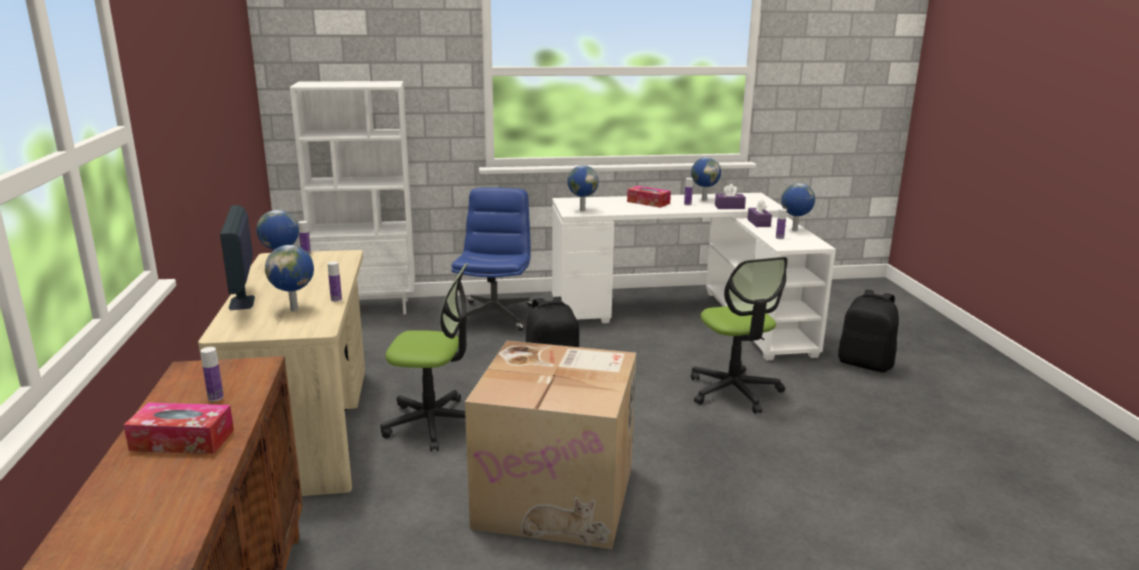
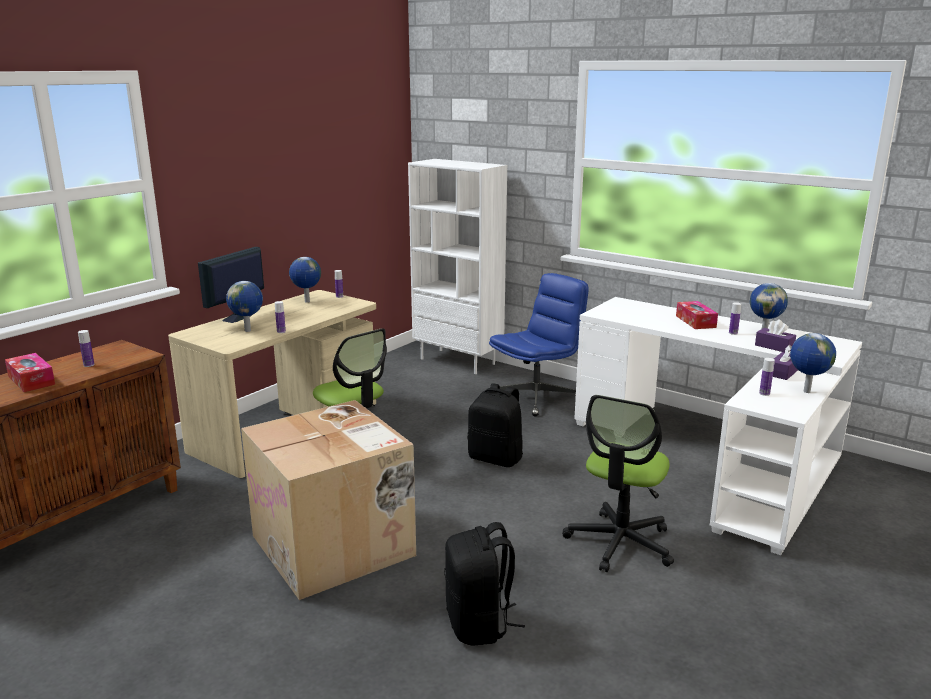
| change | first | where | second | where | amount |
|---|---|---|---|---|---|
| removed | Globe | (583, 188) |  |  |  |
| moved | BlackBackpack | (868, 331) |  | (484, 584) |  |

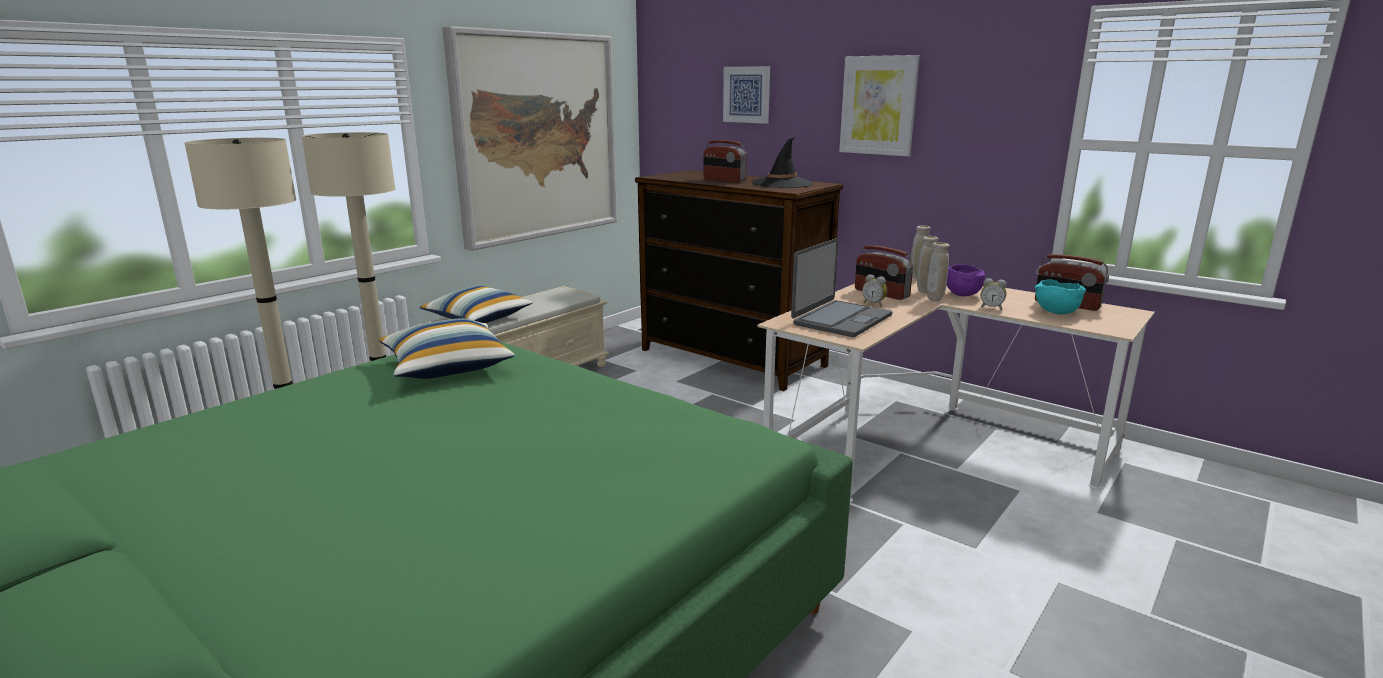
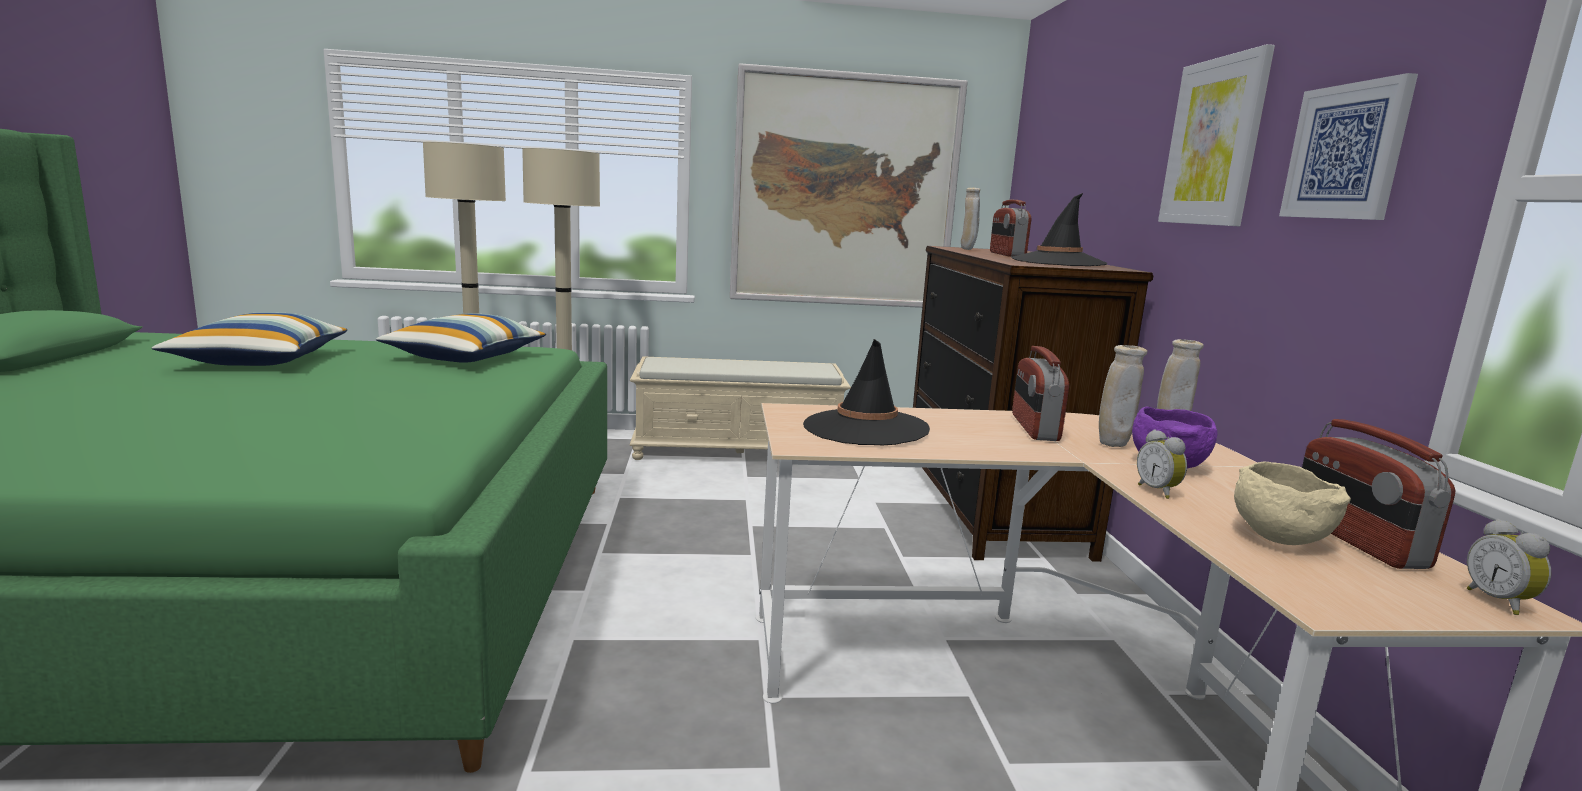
| change | first | where | second | where | amount |
|---|---|---|---|---|---|
| moved | Picture | (746, 95) |  | (1348, 146) |  |
| replaced | Laptop | (841, 287) | BlackHat | (866, 392) |  |
| moved | BeigeVase | (938, 271) |  | (970, 219) |  |
| moved | AlarmClock | (874, 290) |  | (1509, 567) |  |
| recoloured | TurquoiseBowl | (1060, 297) | BeigeBowl | (1292, 503) |  |
| moved | Pillow | (476, 304) |  | (249, 339) |  |

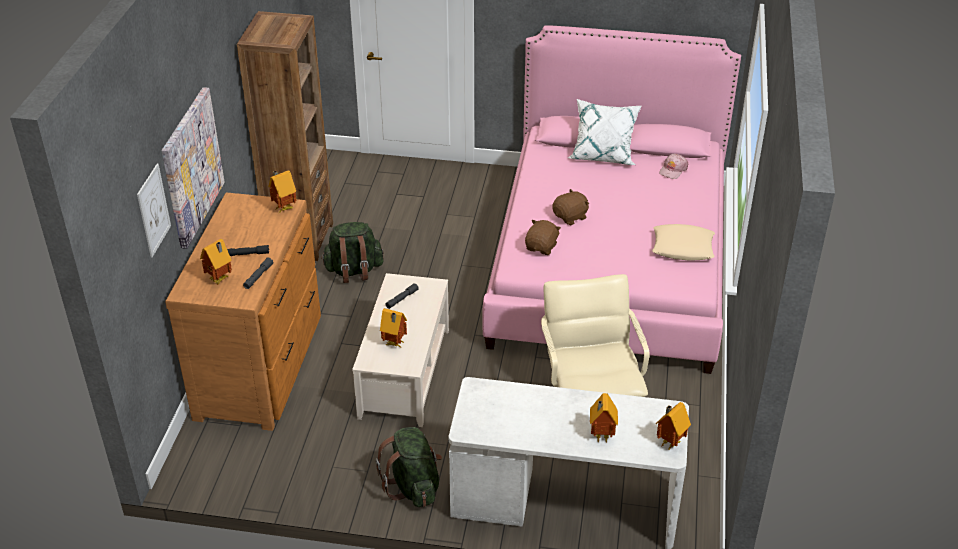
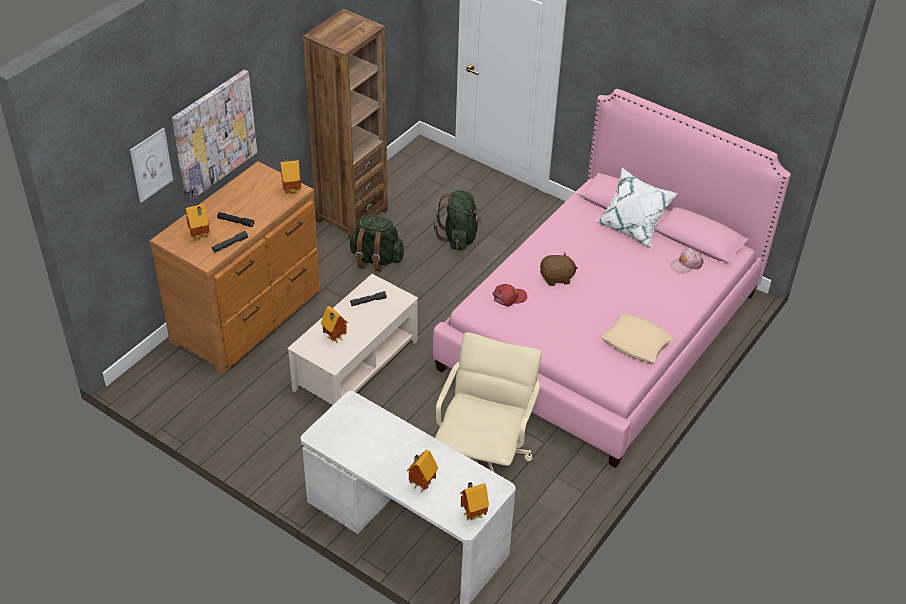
| change | first | where | second | where | amount |
|---|---|---|---|---|---|
| replaced | BrownPlushToy | (543, 237) | RedCap | (510, 295) |  |
| moved | GreenBackpack | (409, 467) |  | (458, 220) |  |

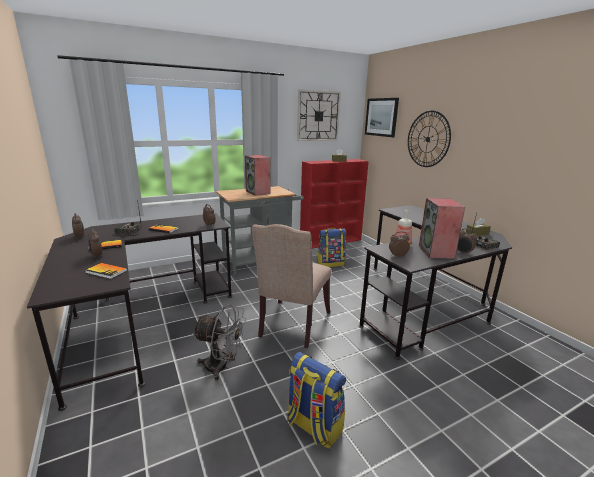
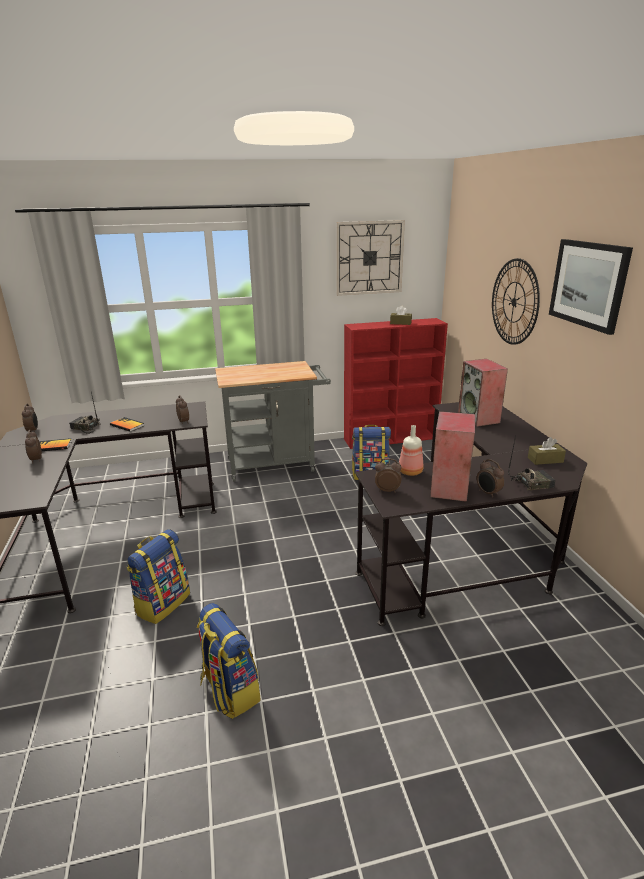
| change | first | where | second | where | amount |
|---|---|---|---|---|---|
| moved | Picture | (382, 117) |  | (591, 287) |  |
| moved | Speaker | (258, 175) |  | (483, 393) |  |
| removed | BeigeChair | (291, 286) |  |  |  |
| removed | Book | (106, 271) |  |  |  |
| replaced | GreyFan | (219, 343) | Backpack | (158, 576) |  |

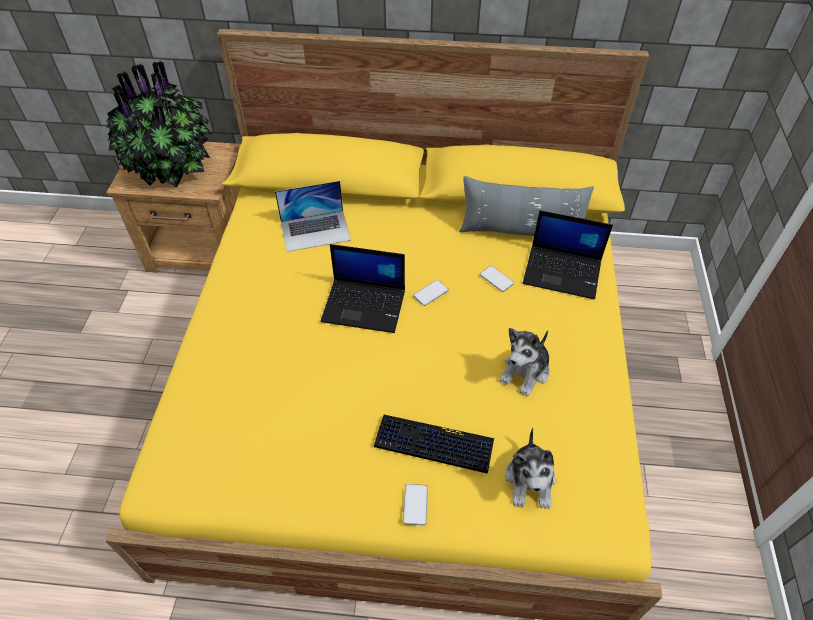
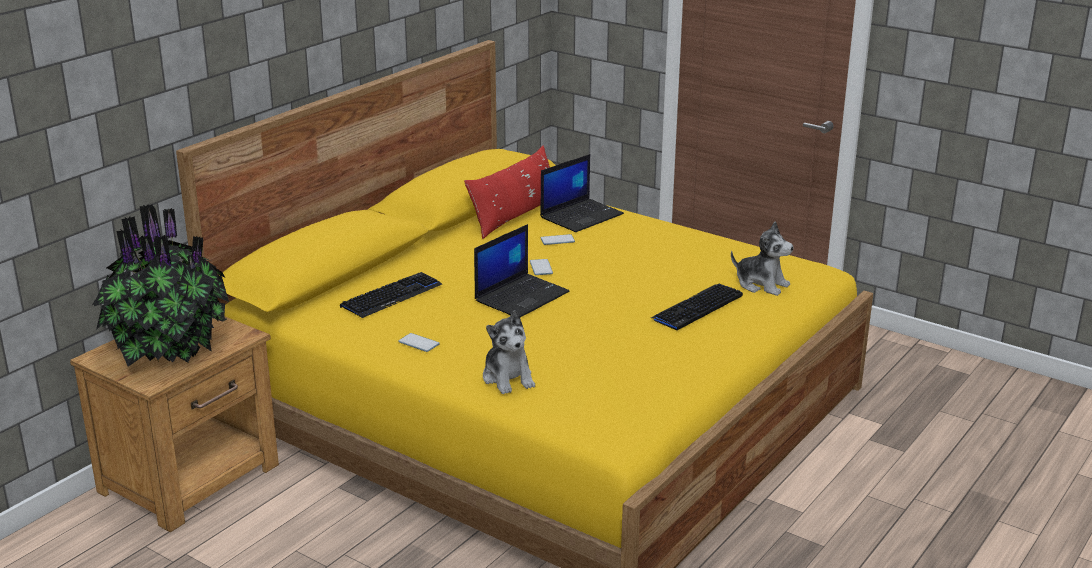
| change | first | where | second | where | amount |
|---|---|---|---|---|---|
| recoloured | GreyPillow | (526, 206) | RedPillow | (507, 192) |  |
| replaced | Laptop | (313, 216) | Keyboard | (391, 295) |  |
| moved | PlushToy | (524, 362) |  | (509, 352) |  |
| moved | Phone | (415, 504) |  | (419, 342) |  |

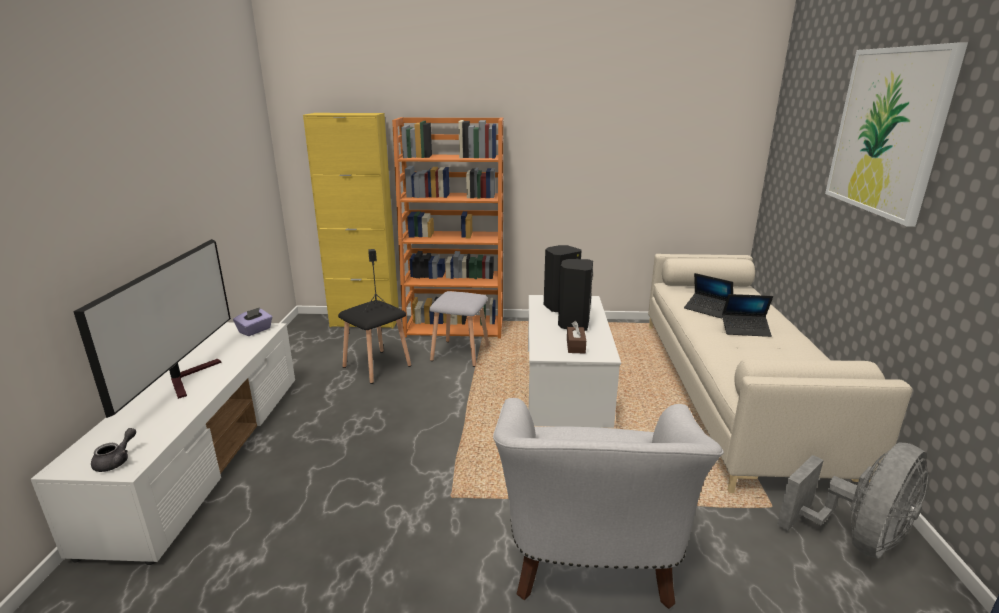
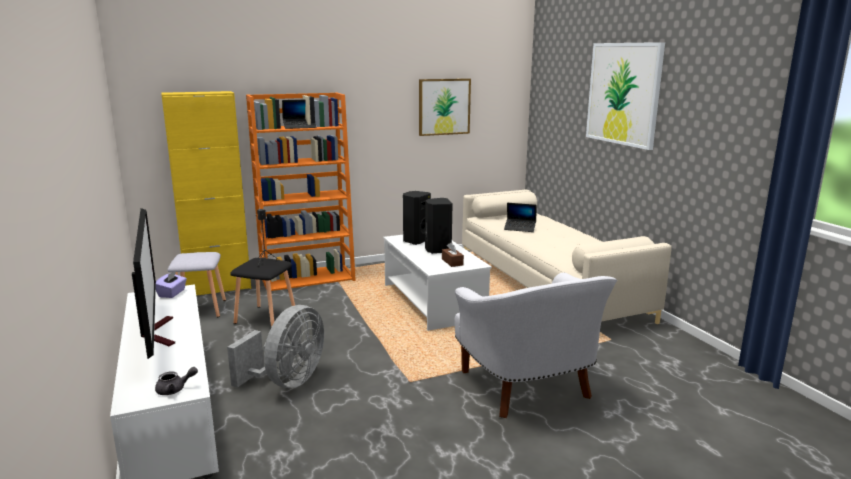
| change | first | where | second | where | amount |
|---|---|---|---|---|---|
| moved | GreyStool | (459, 329) |  | (197, 284) |  |
| moved | Laptop | (747, 315) |  | (299, 114) |  |
| turned | GreyTeapot | (113, 450) |  | (176, 381) | 75 degrees clockwise |
| moved | GreyFan | (852, 501) |  | (275, 346) |  |
| added |  |  | Picture | (445, 107) |  |

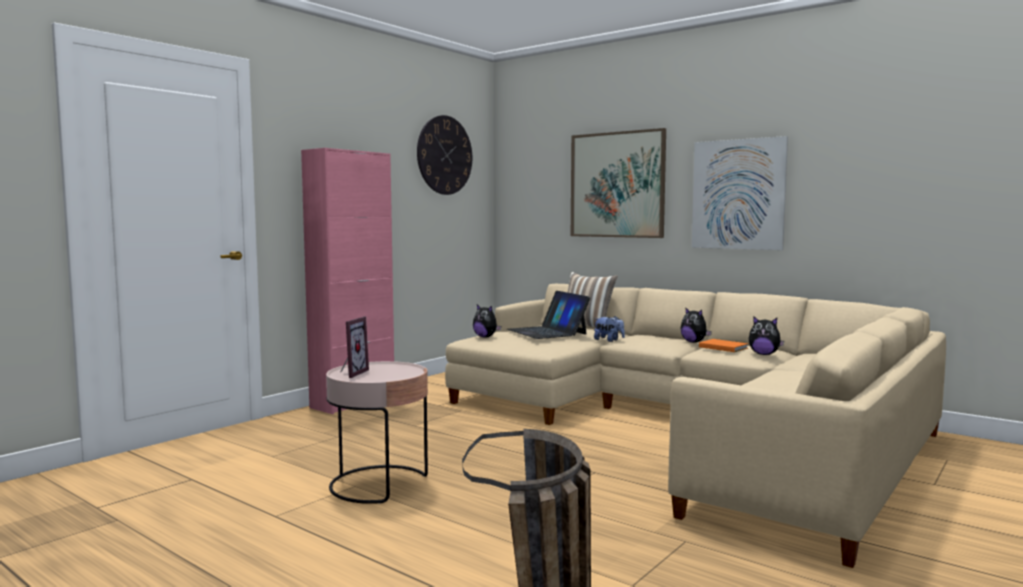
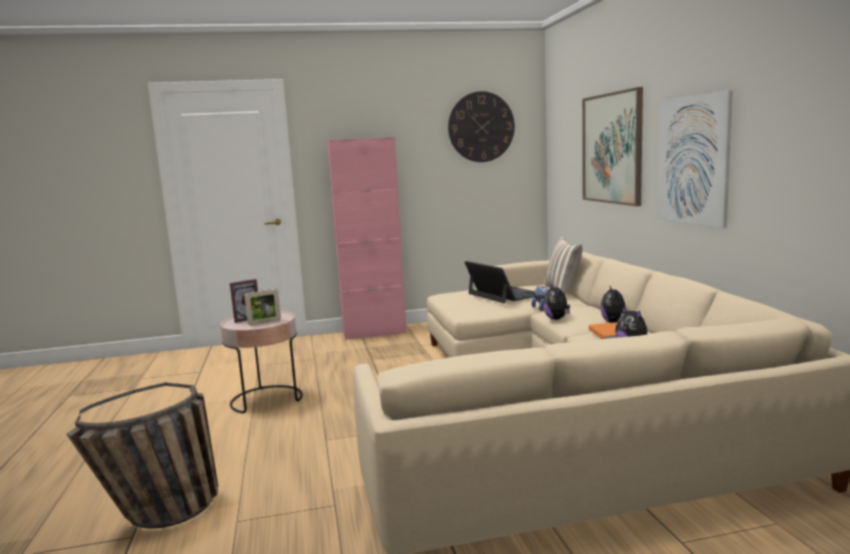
| change | first | where | second | where | amount |
|---|---|---|---|---|---|
| turned | Laptop | (548, 315) |  | (499, 282) | 135 degrees clockwise |
| moved | PlushToy | (487, 321) |  | (556, 302) |  |
| added |  |  | PictureFrame | (263, 307) |  |

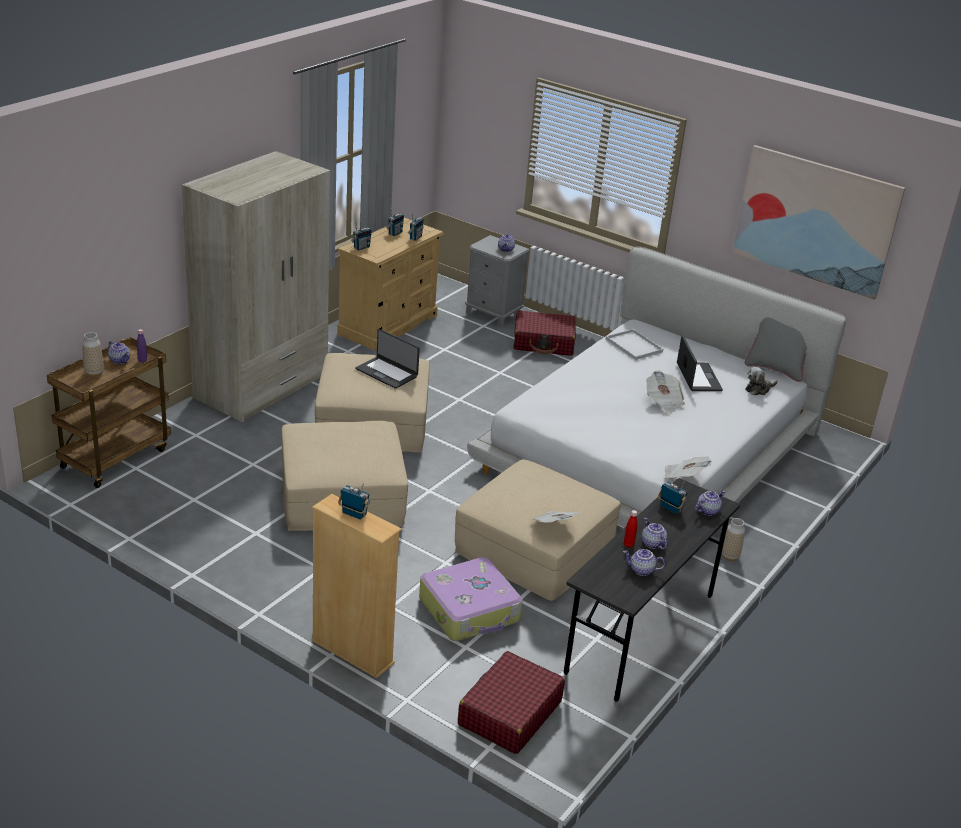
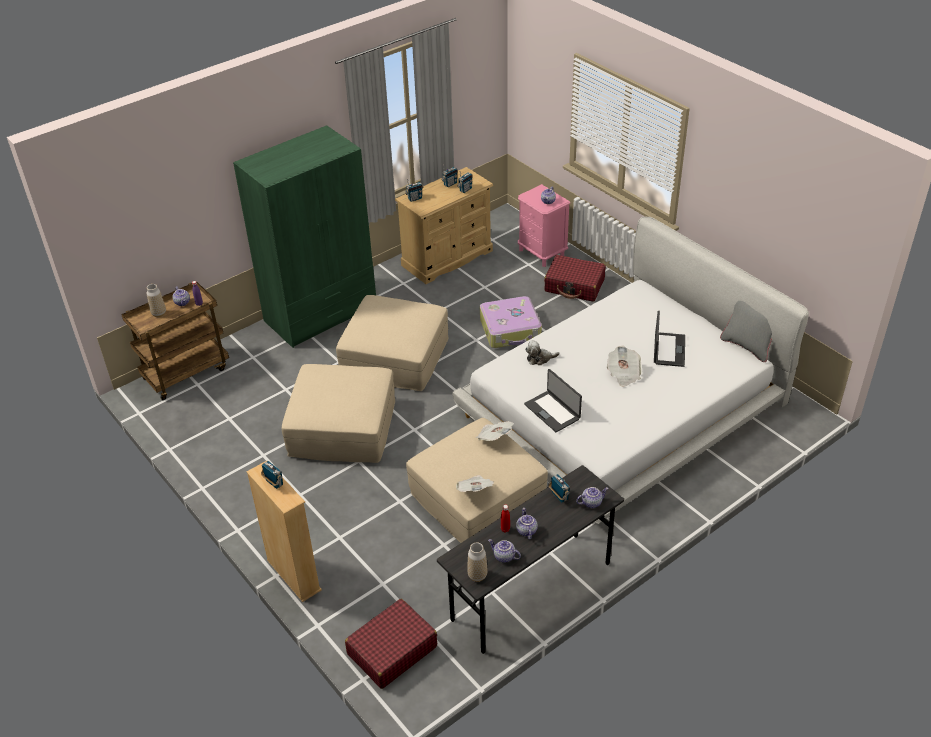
| change | first | where | second | where | amount |
|---|---|---|---|---|---|
| removed | Picture | (819, 222) |  |  |  |
| recoloured | BeigeWardrobe | (256, 286) | GreenWardrobe | (304, 236) |  |
| recoloured | GreyNightstand | (497, 281) | PinkNightstand | (544, 225) |  |
| moved | Laptop | (388, 359) |  | (553, 400) |  |
| removed | WhiteTray | (634, 344) |  |  |  |
| moved | PlushToy | (761, 381) |  | (542, 352) |  |
| moved | Newspaper | (688, 467) |  | (495, 431) |  |
| moved | Vase | (733, 539) |  | (477, 562) |  |
| moved | Suitcase | (471, 599) |  | (511, 322) |  |

